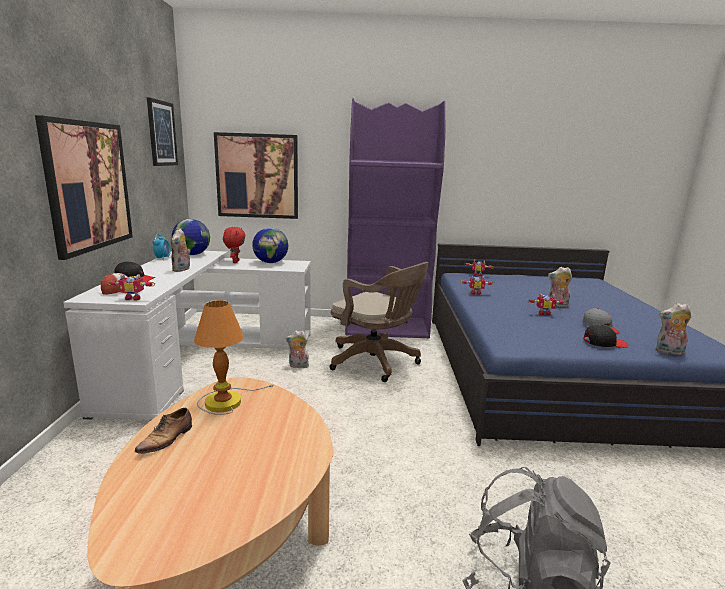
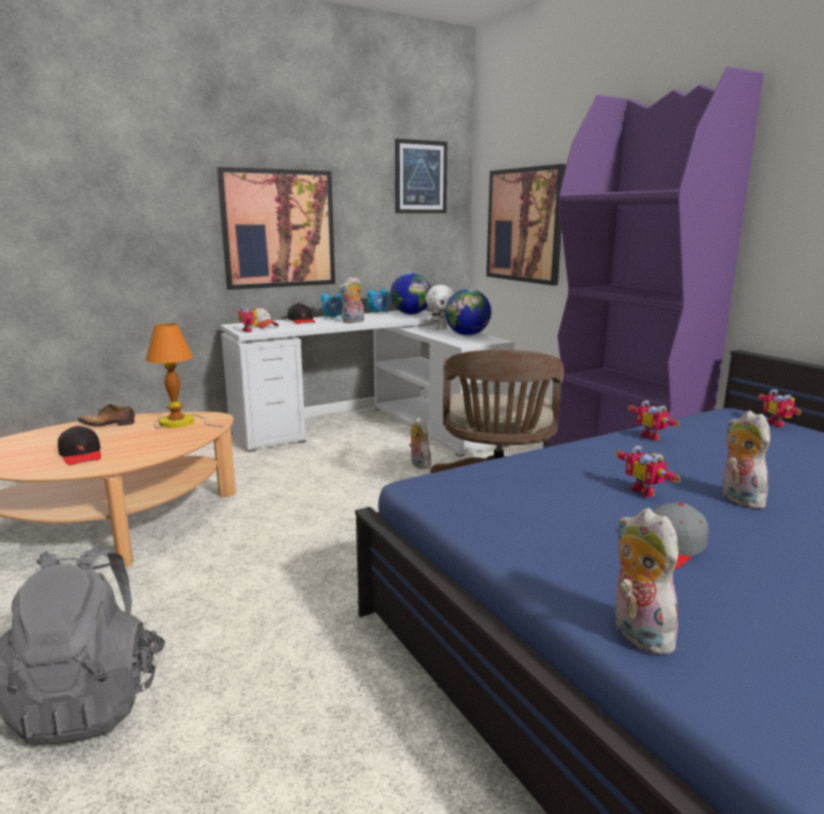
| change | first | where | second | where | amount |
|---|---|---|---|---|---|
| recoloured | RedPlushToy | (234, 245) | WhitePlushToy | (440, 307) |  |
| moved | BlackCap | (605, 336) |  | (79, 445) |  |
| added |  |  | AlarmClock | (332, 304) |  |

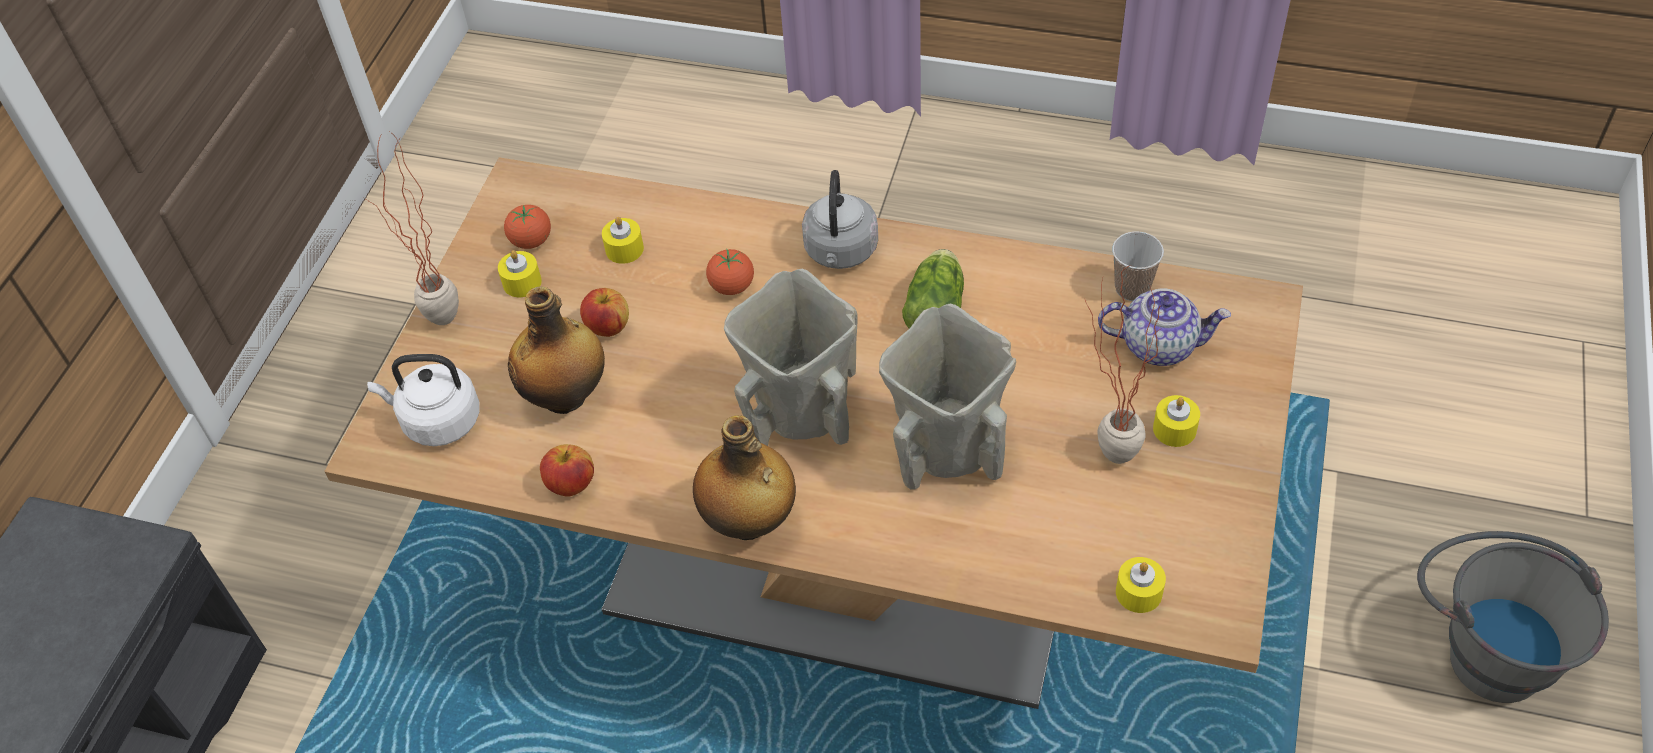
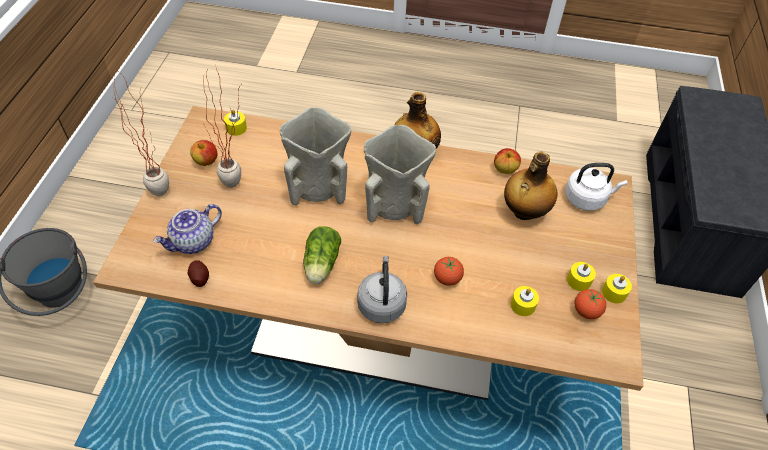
| change | first | where | second | where | amount |
|---|---|---|---|---|---|
| moved | PottedPlant | (411, 228) |  | (141, 134) |  |
| replaced | Cup | (1138, 266) | Potato | (198, 273) |  |
| moved | Apple | (604, 312) |  | (203, 153) |  |
| turned | Teapot | (1164, 327) |  | (187, 229) | 45 degrees counterclockwise |
| moved | YellowCandle | (1176, 421) |  | (617, 288) |  |

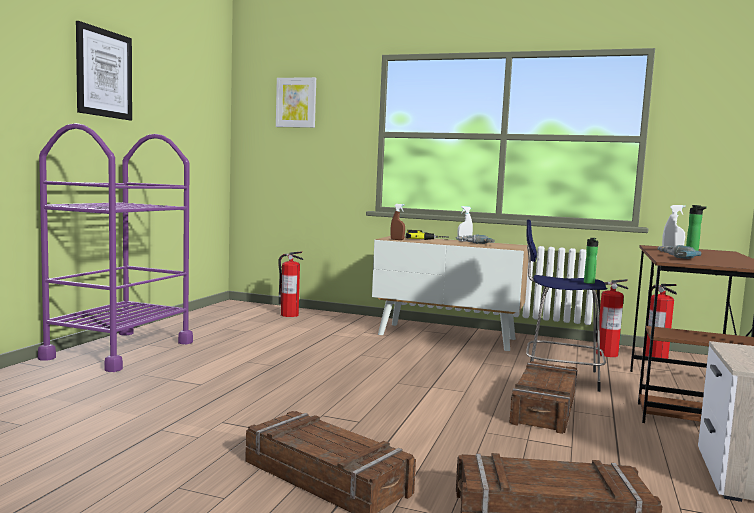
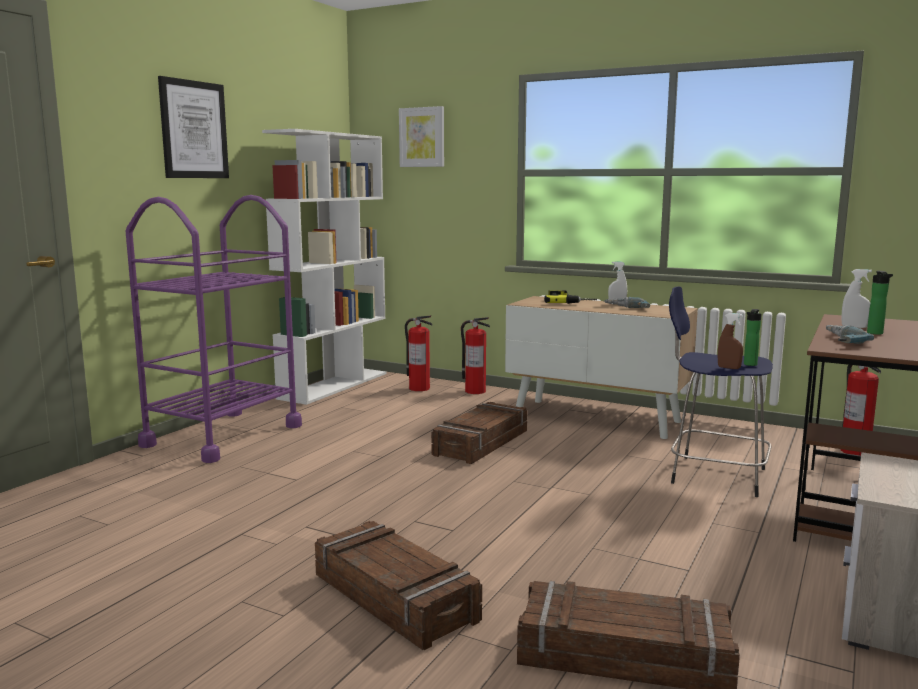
| change | first | where | second | where | amount |
|---|---|---|---|---|---|
| moved | BrownSprayBottle | (397, 222) |  | (730, 341) |  |
| moved | FireExtinguisher | (612, 318) |  | (475, 355) |  |
| moved | Crate | (543, 397) |  | (479, 433) |  |
| added |  |  | WhiteBookcase | (324, 267) |  |

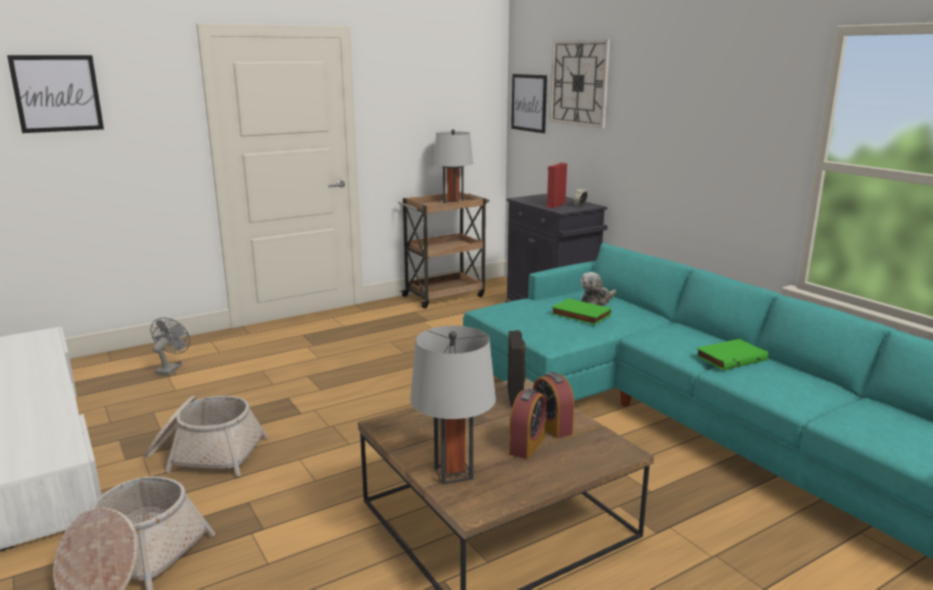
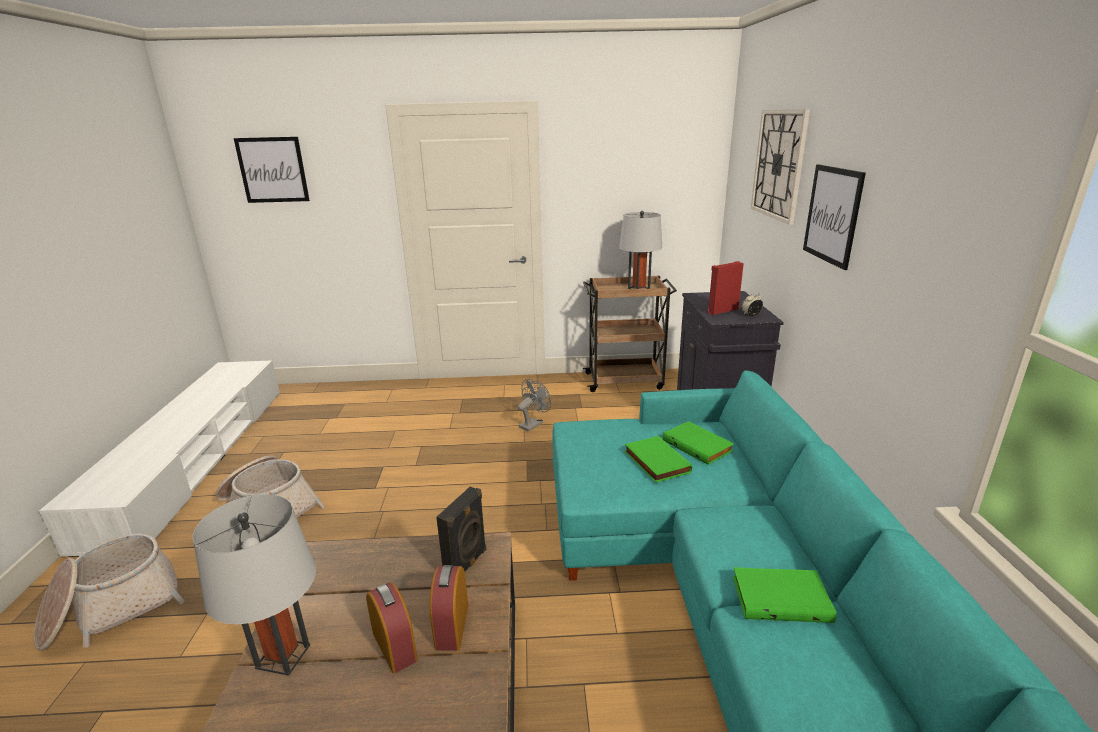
| change | first | where | second | where | amount |
|---|---|---|---|---|---|
| moved | Picture | (529, 103) |  | (834, 217) |  |
| replaced | PlushToy | (598, 289) | GreenBook | (698, 443) |  |
| moved | GreyFan | (170, 346) |  | (534, 405) |  |
| turned | AlarmClock | (527, 424) |  | (392, 628) | 90 degrees counterclockwise |

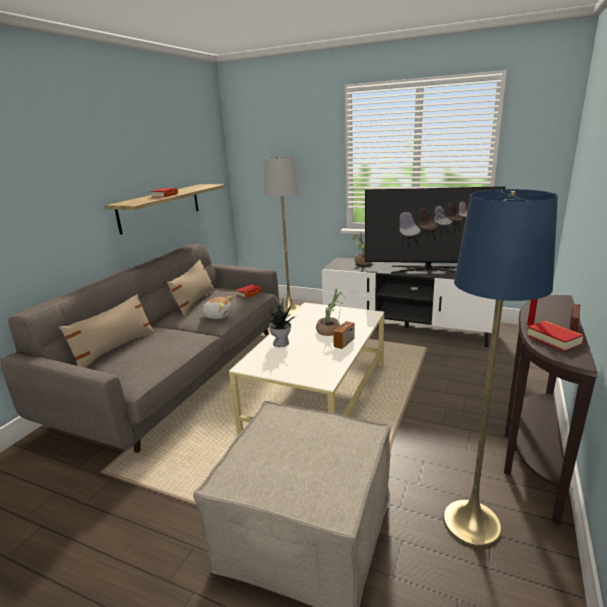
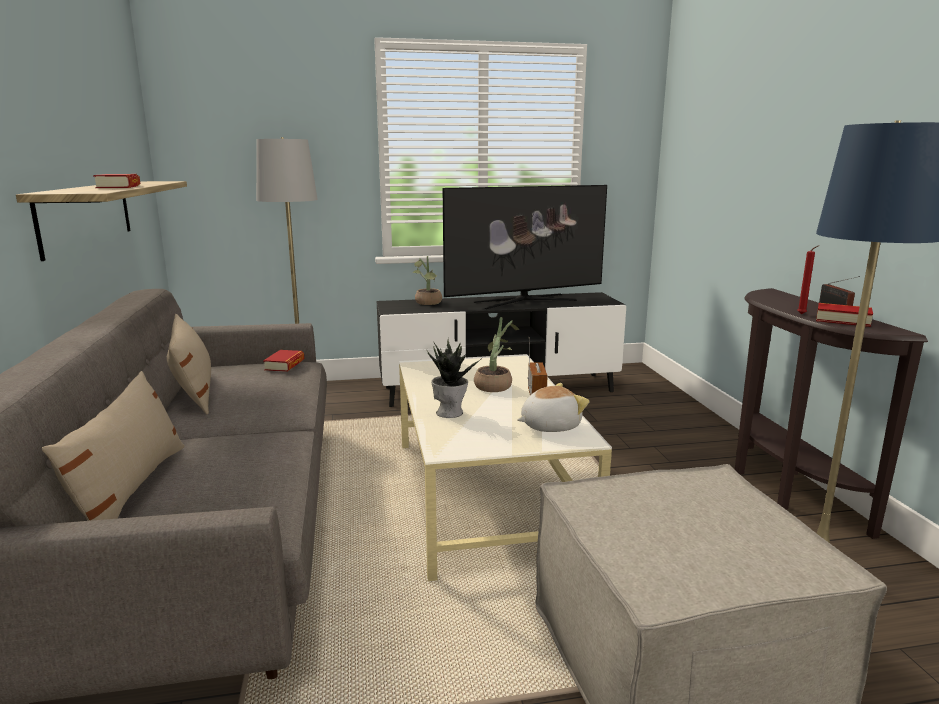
| change | first | where | second | where | amount |
|---|---|---|---|---|---|
| moved | PlushToy | (217, 308) |  | (553, 407) |  |

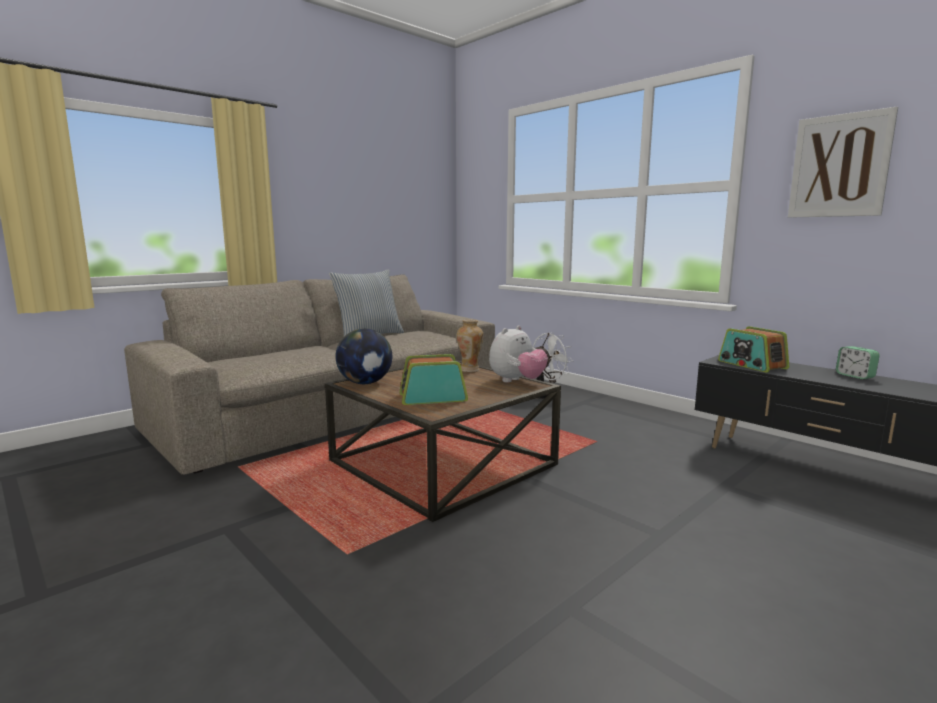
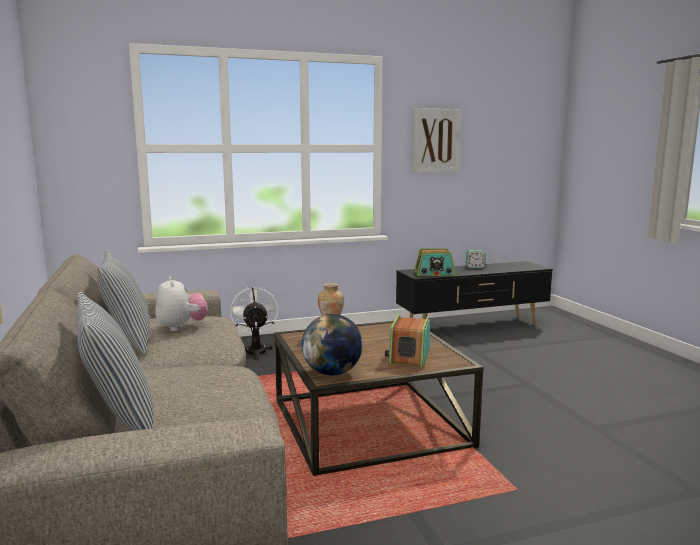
| change | first | where | second | where | amount |
|---|---|---|---|---|---|
| moved | PlushToy | (518, 353) |  | (181, 304) |  |
| added |  |  | Pillow | (114, 361) |  |

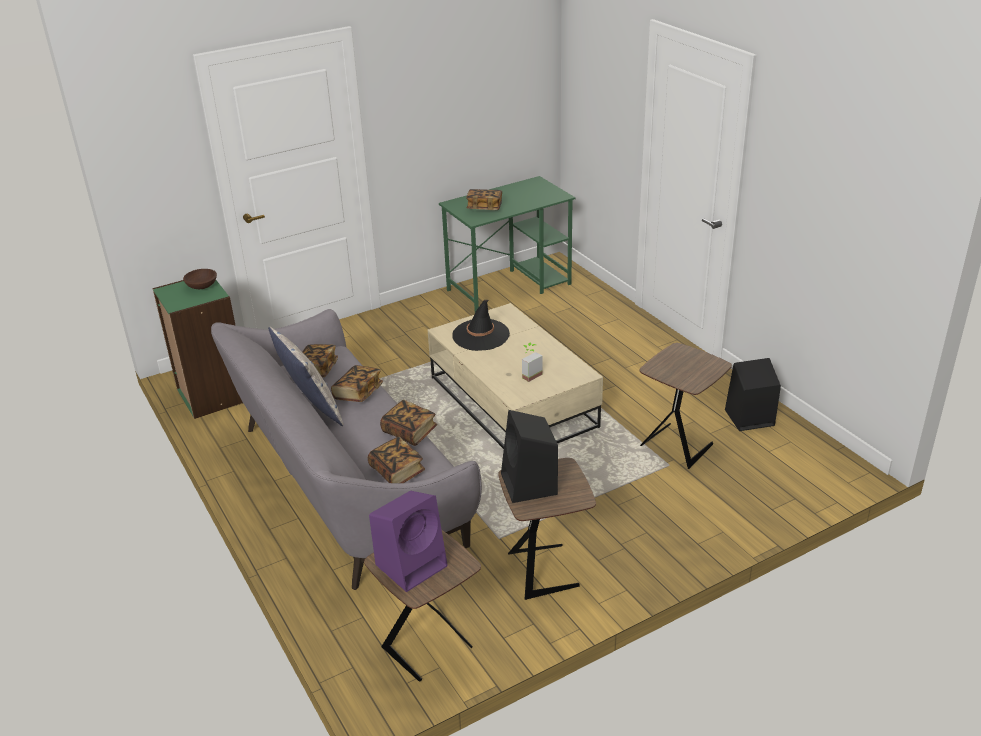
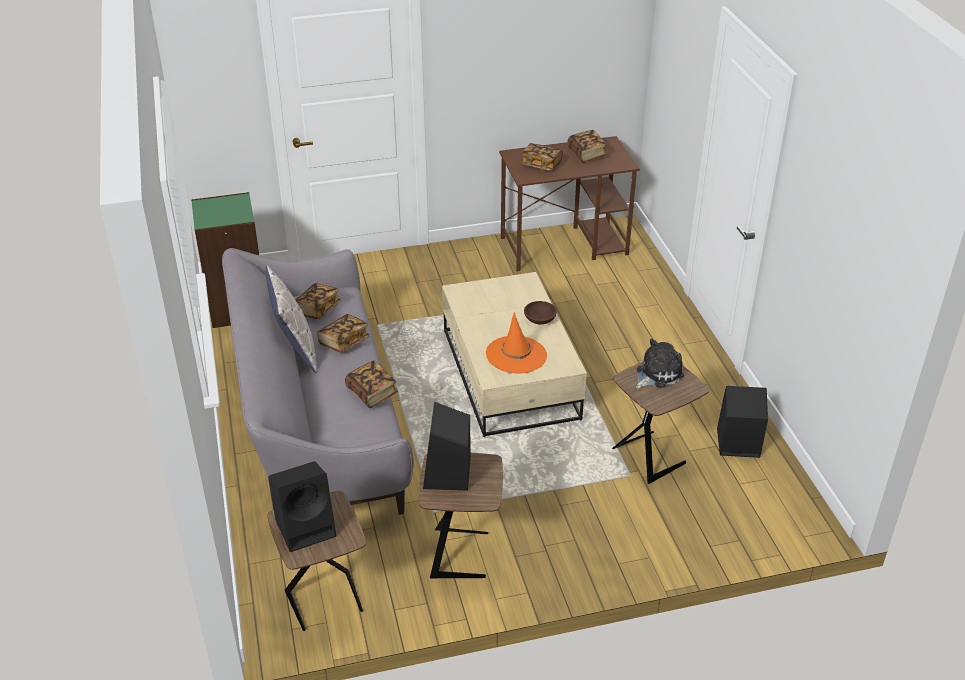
| change | first | where | second | where | amount |
|---|---|---|---|---|---|
| recoloured | GreenDesk | (507, 244) | BrownDesk | (569, 203) |  |
| moved | BrownBowl | (200, 279) |  | (540, 313) |  |
| removed | BlackHat | (481, 325) |  |  |  |
| replaced | PottedPlant | (532, 362) | OrangeHat | (516, 343) |  |
| moved | Book | (396, 460) |  | (588, 146) |  |
| recoloured | PurpleSpeaker | (408, 541) | BlackSpeaker | (303, 506) |  |
| added |  |  | PlushToy | (660, 364) |  |

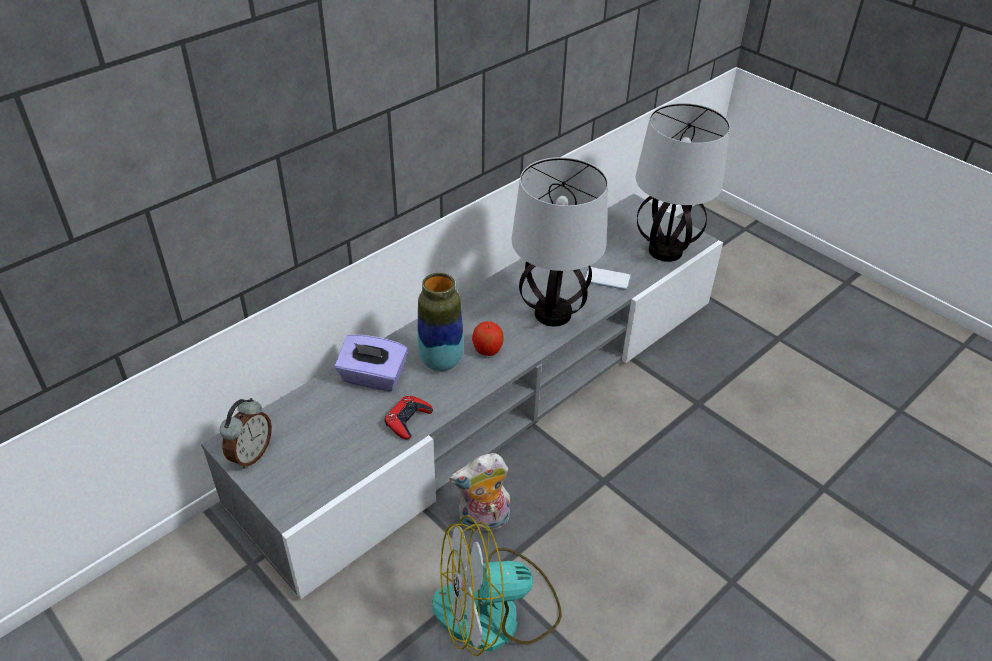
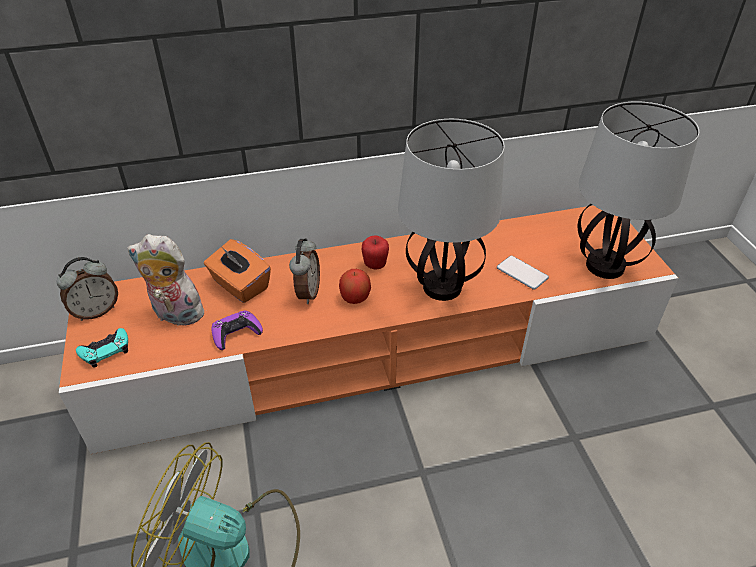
| change | first | where | second | where | amount |
|---|---|---|---|---|---|
| recoloured | GreyTvStand | (462, 396) | OrangeTvStand | (368, 330) |  |
| replaced | Vase | (441, 322) | AlarmClock | (304, 271) |  |
| recoloured | PurpleTissueBox | (371, 363) | OrangeTissueBox | (237, 271) |  |
| recoloured | RedGameController | (409, 418) | PurpleGameController | (237, 330) |  |
| moved | PlushToy | (480, 493) |  | (167, 279) |  |
| added |  |  | Apple | (375, 252) |  |
| added |  |  | TurquoiseGameController | (102, 348) |  |

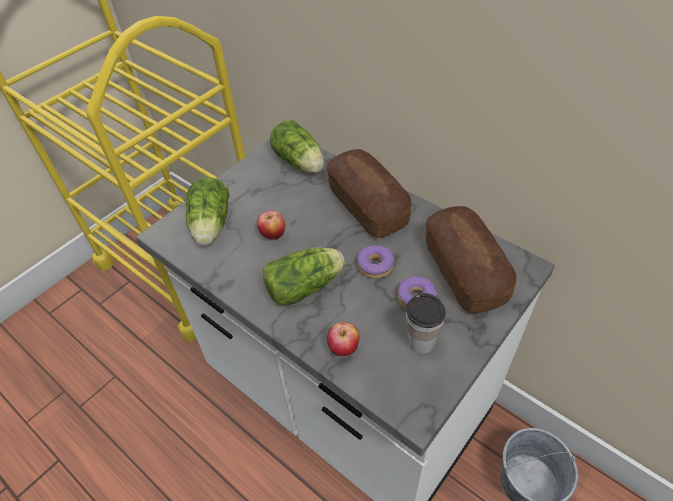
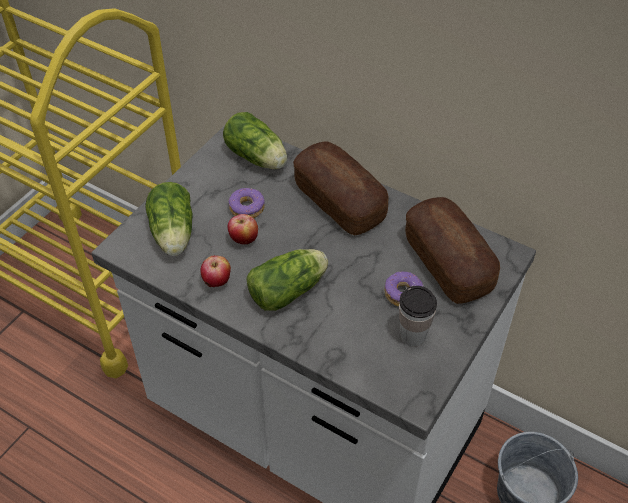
| change | first | where | second | where | amount |
|---|---|---|---|---|---|
| moved | Donut | (375, 261) |  | (247, 203) |  |
| moved | Apple | (343, 339) |  | (215, 271) |  |

